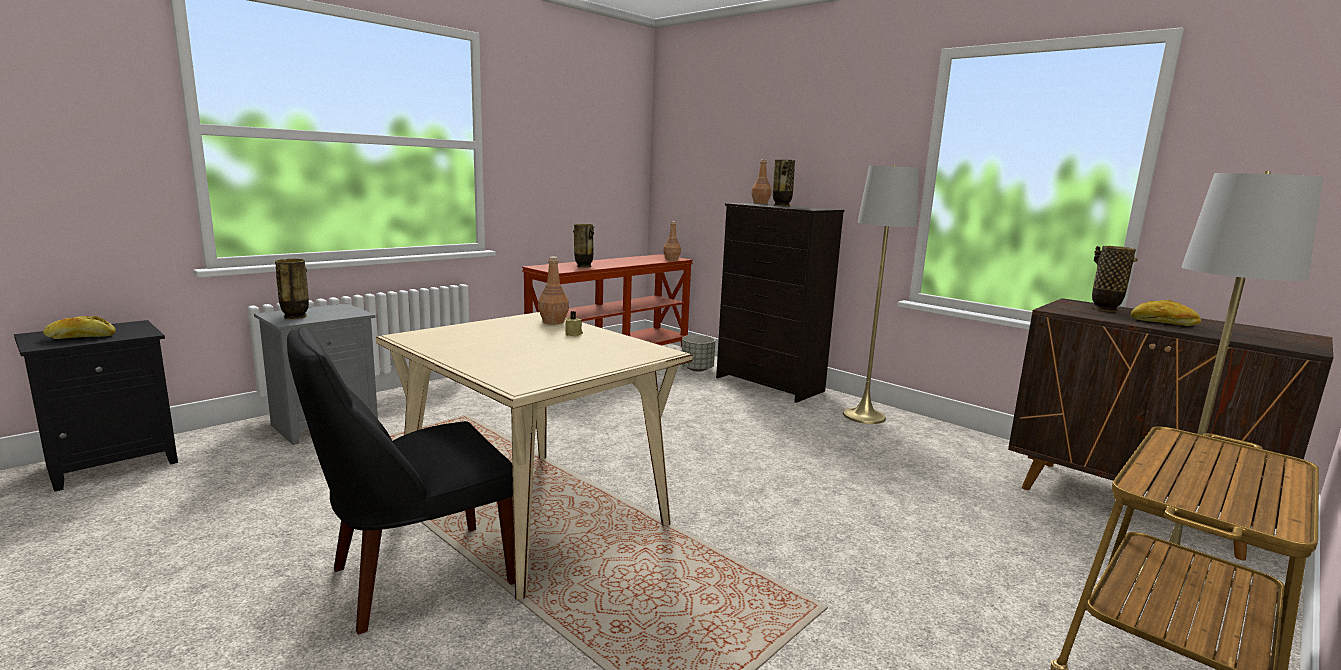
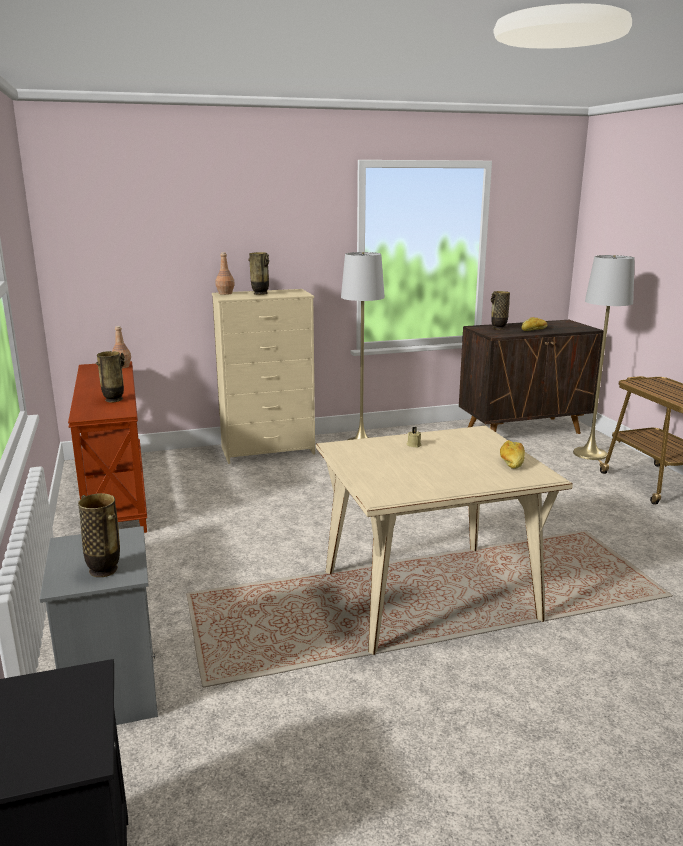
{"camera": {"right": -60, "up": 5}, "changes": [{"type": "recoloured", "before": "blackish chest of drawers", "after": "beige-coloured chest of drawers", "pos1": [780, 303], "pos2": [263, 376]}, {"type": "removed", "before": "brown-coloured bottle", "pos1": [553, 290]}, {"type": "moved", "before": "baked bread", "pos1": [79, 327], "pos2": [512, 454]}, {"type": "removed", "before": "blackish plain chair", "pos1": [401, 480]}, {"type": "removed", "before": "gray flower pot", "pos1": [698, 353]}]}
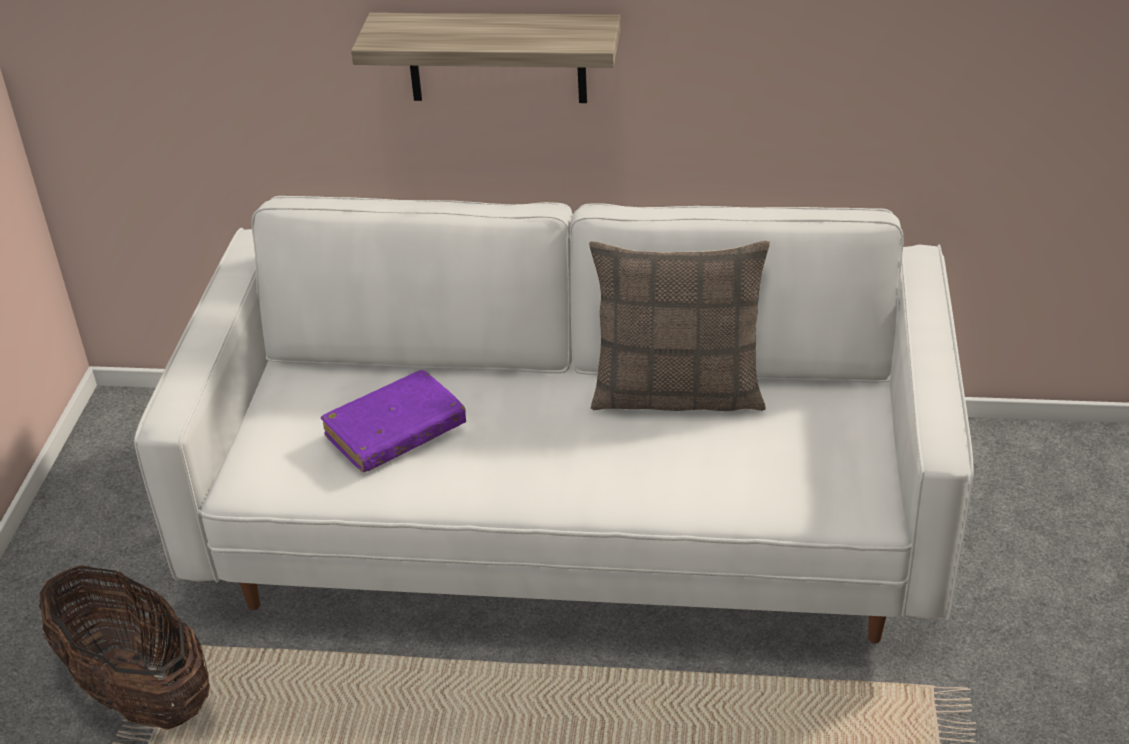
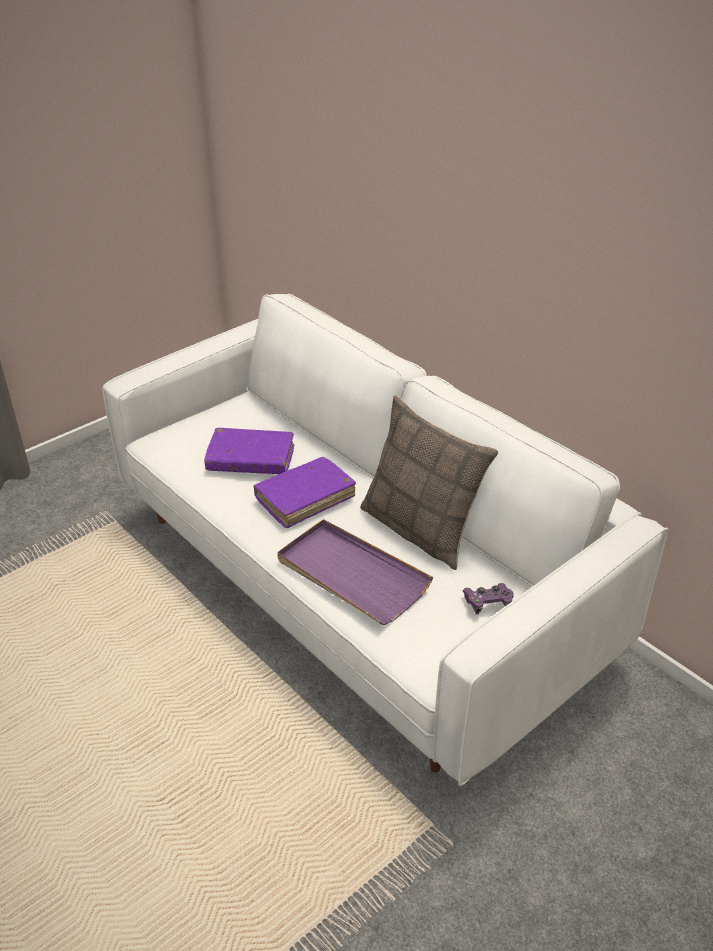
{"camera": {"right": 40, "up": 0}, "changes": [{"type": "removed", "before": "shelf", "pos1": [486, 58]}, {"type": "removed", "before": "storage basket", "pos1": [124, 647]}, {"type": "added", "after": "purple-coloured volume", "pos2": [304, 492]}, {"type": "added", "after": "purple-coloured carrying tray", "pos2": [355, 572]}, {"type": "added", "after": "purple-coloured game controller", "pos2": [488, 598]}]}
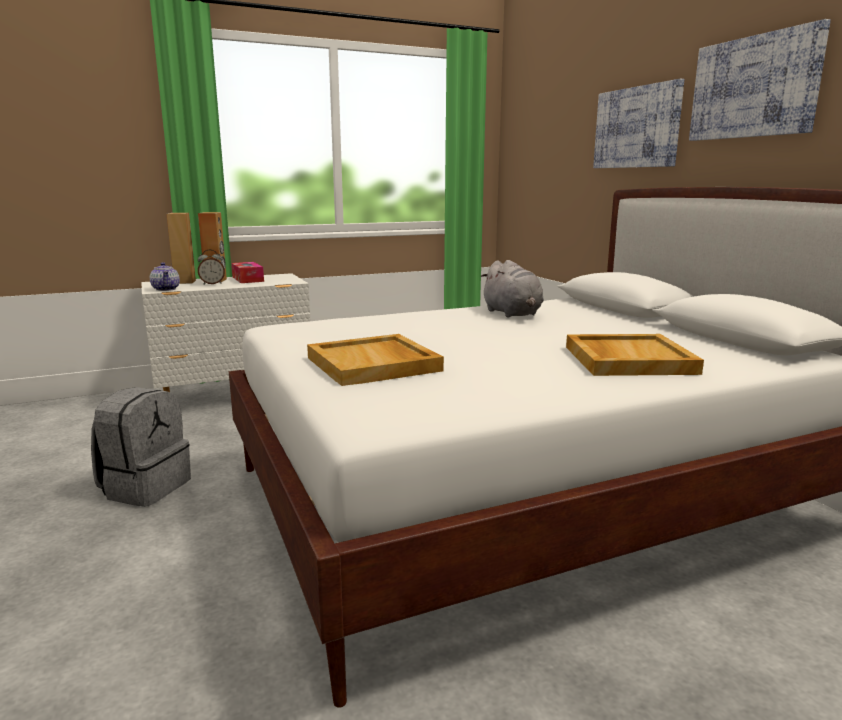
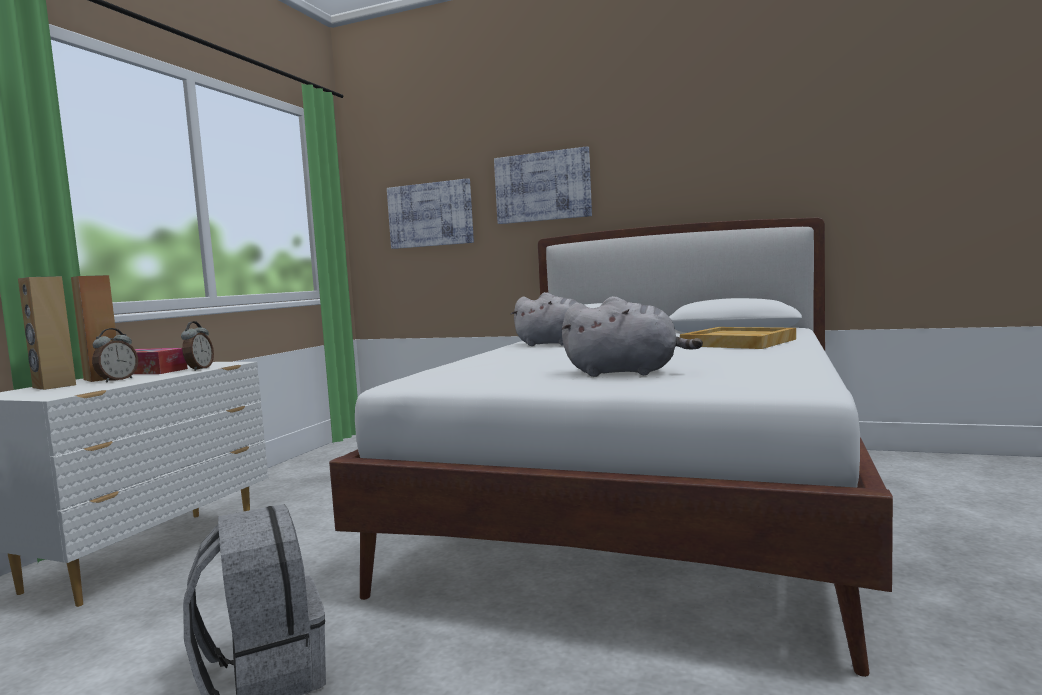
{"camera": {"right": -45, "up": -10}, "changes": [{"type": "moved", "before": "picture", "pos1": [760, 80], "pos2": [430, 213]}, {"type": "removed", "before": "tea pot", "pos1": [165, 276]}, {"type": "replaced", "before": "beige-coloured carrying tray", "after": "gray cuddly toy", "pos1": [375, 360], "pos2": [632, 336]}, {"type": "added", "after": "table clock", "pos2": [197, 346]}]}
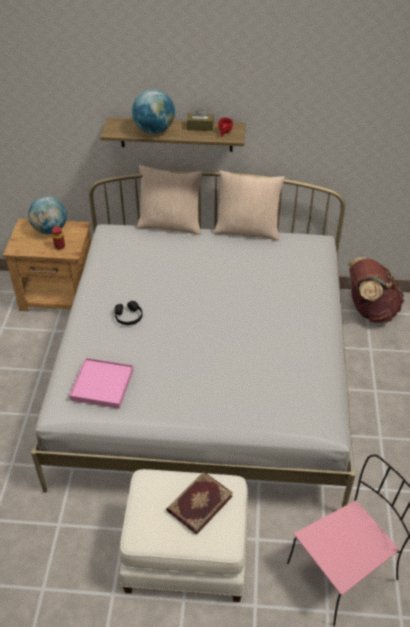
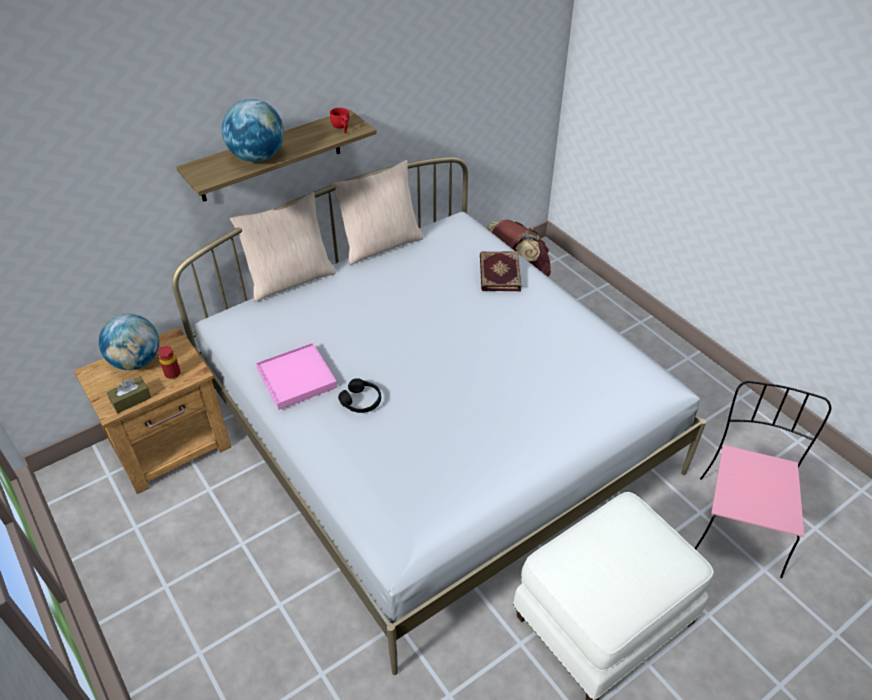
{"camera": {"right": -40, "up": 0}, "changes": [{"type": "moved", "before": "brown-coloured tissue box", "pos1": [200, 119], "pos2": [129, 395]}, {"type": "moved", "before": "pink-coloured carrying tray", "pos1": [101, 383], "pos2": [296, 376]}, {"type": "moved", "before": "volume", "pos1": [199, 503], "pos2": [501, 271]}]}
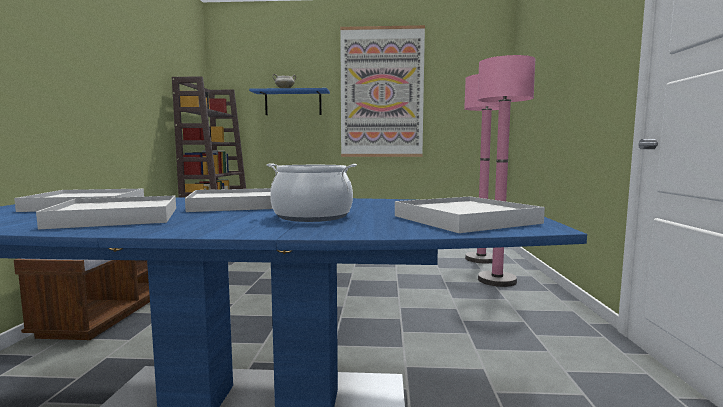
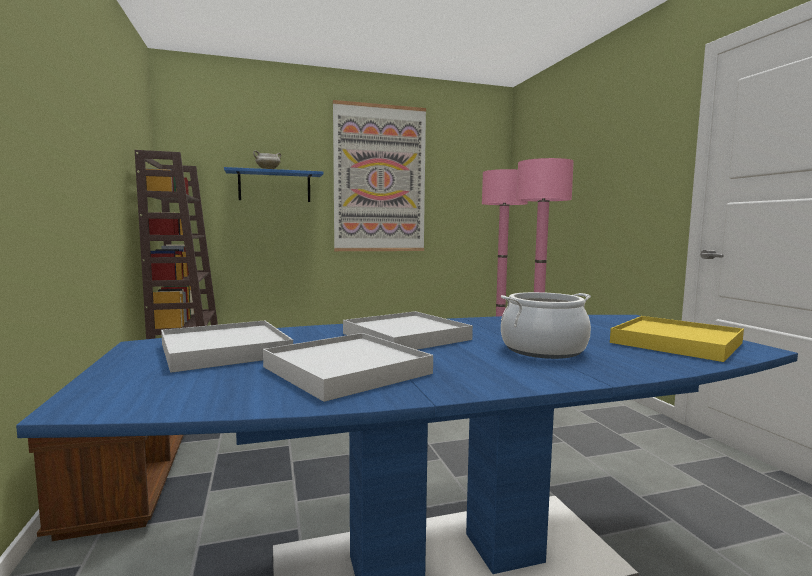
{"camera": {"right": -20, "up": 0}, "changes": [{"type": "recoloured", "before": "whitish carrying tray", "after": "yellowish carrying tray", "pos1": [470, 214], "pos2": [677, 339]}]}
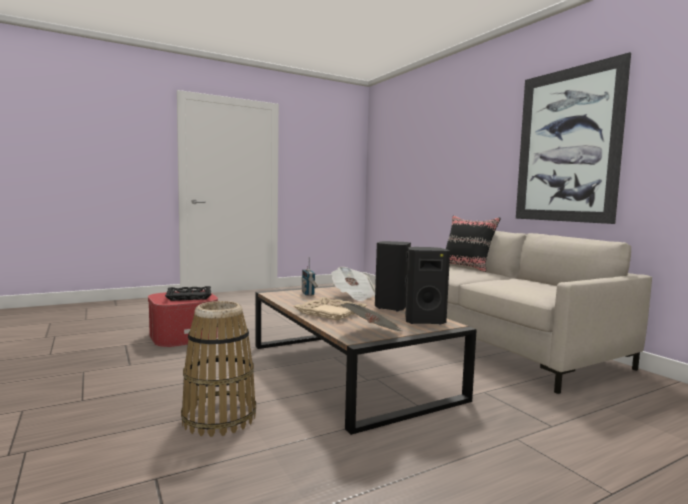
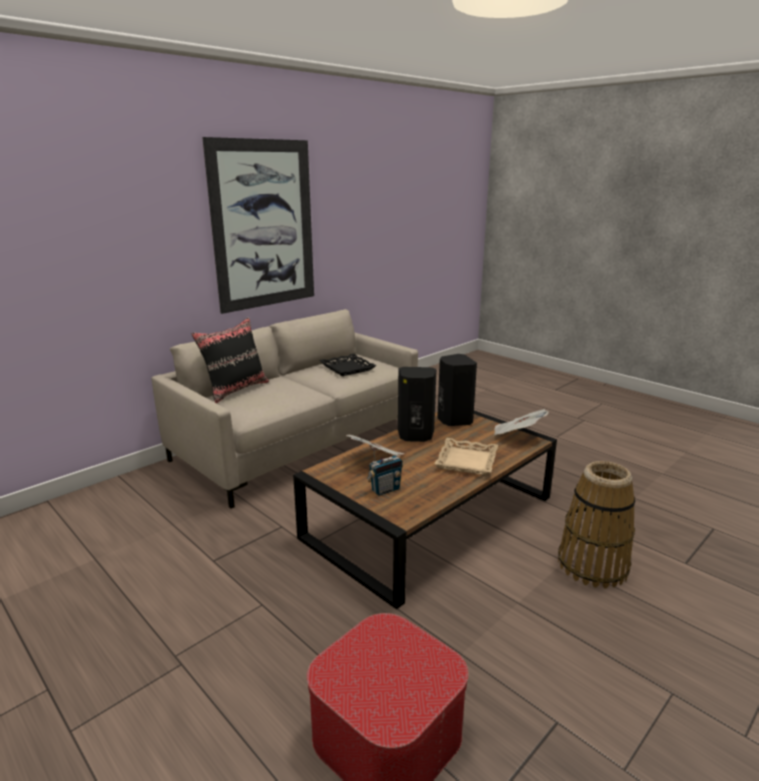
{"camera": {"right": -105, "up": 15}, "changes": [{"type": "moved", "before": "blackish carrying tray", "pos1": [188, 293], "pos2": [347, 365]}]}
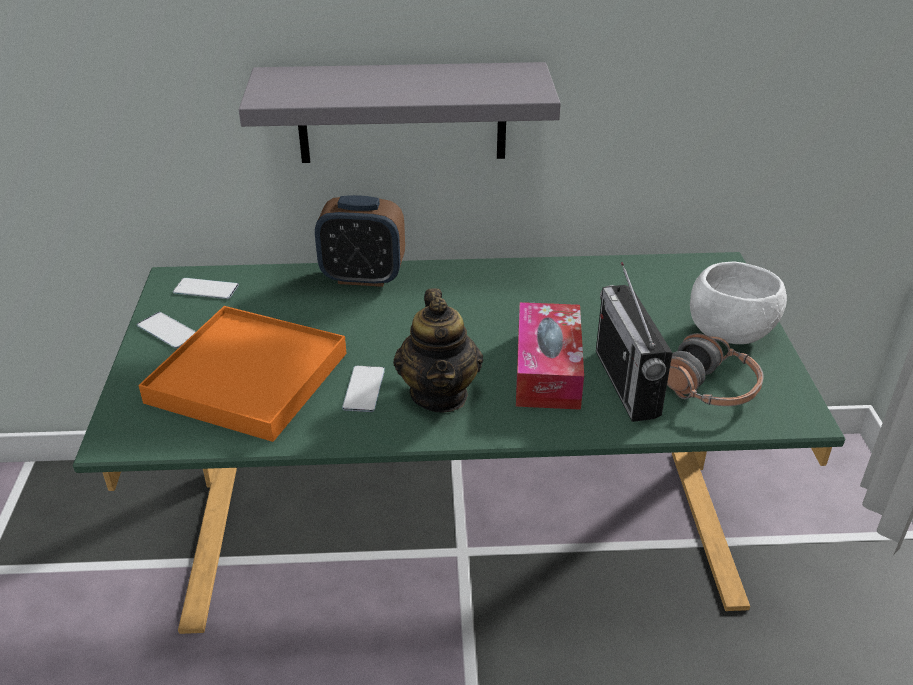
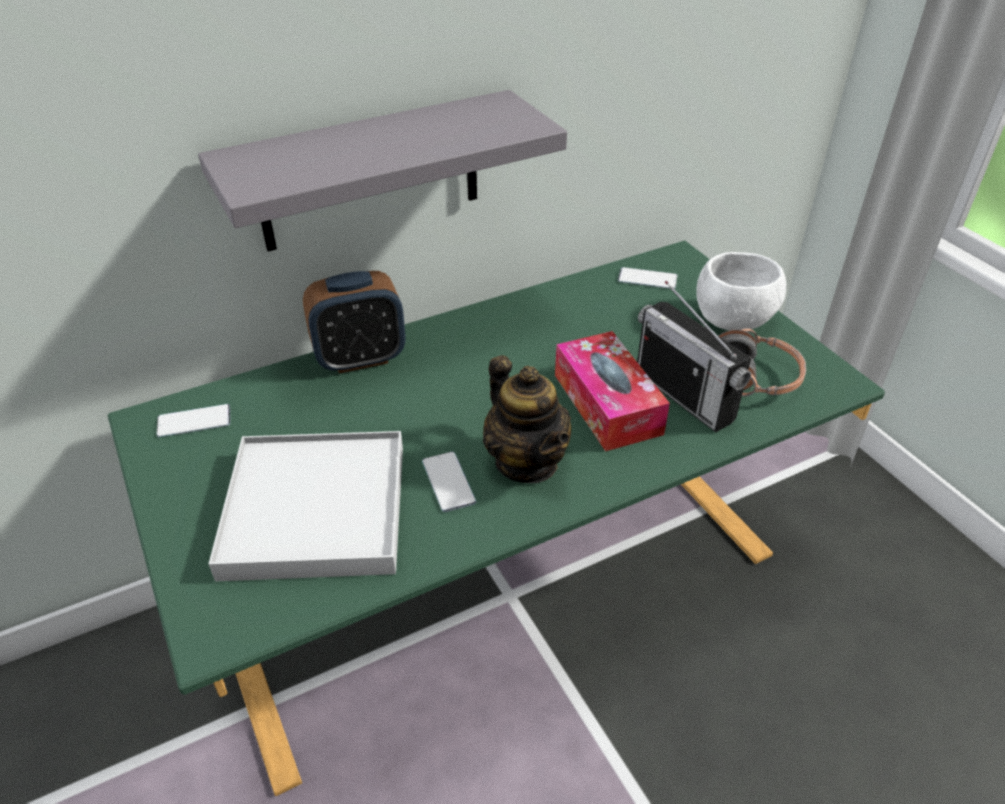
{"camera": {"right": -25, "up": 5}, "changes": [{"type": "recoloured", "before": "orange carrying tray", "after": "whitish carrying tray", "pos1": [242, 374], "pos2": [306, 506]}, {"type": "moved", "before": "phone", "pos1": [166, 330], "pos2": [647, 278]}]}
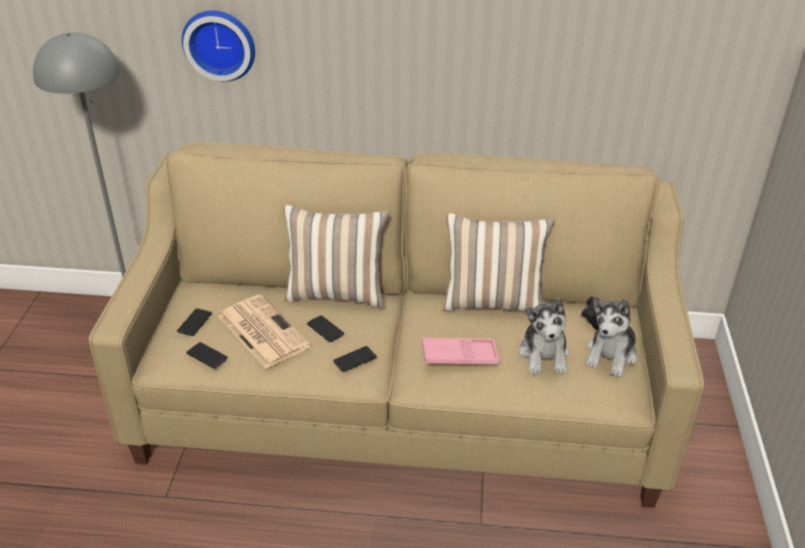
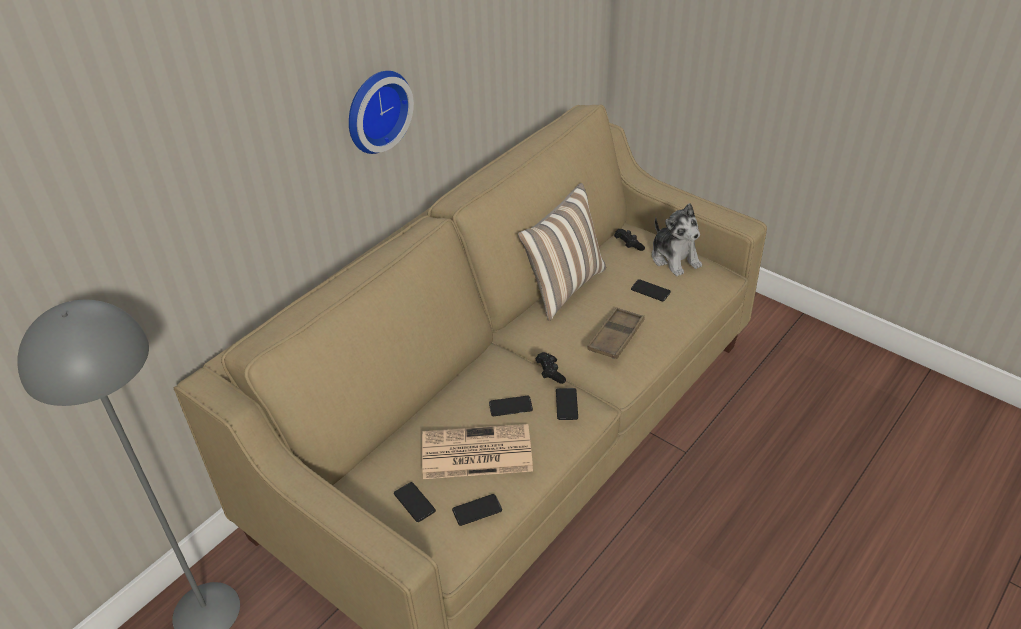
{"camera": {"right": -55, "up": 5}, "changes": [{"type": "moved", "before": "hanging clock", "pos1": [218, 46], "pos2": [381, 112]}, {"type": "removed", "before": "throw pillow", "pos1": [336, 256]}, {"type": "replaced", "before": "cuddly toy", "after": "phone", "pos1": [544, 336], "pos2": [651, 290]}, {"type": "recoloured", "before": "pink-coloured carrying tray", "after": "brown-coloured carrying tray", "pos1": [461, 351], "pos2": [616, 333]}, {"type": "added", "after": "blackish game controller", "pos2": [551, 368]}]}
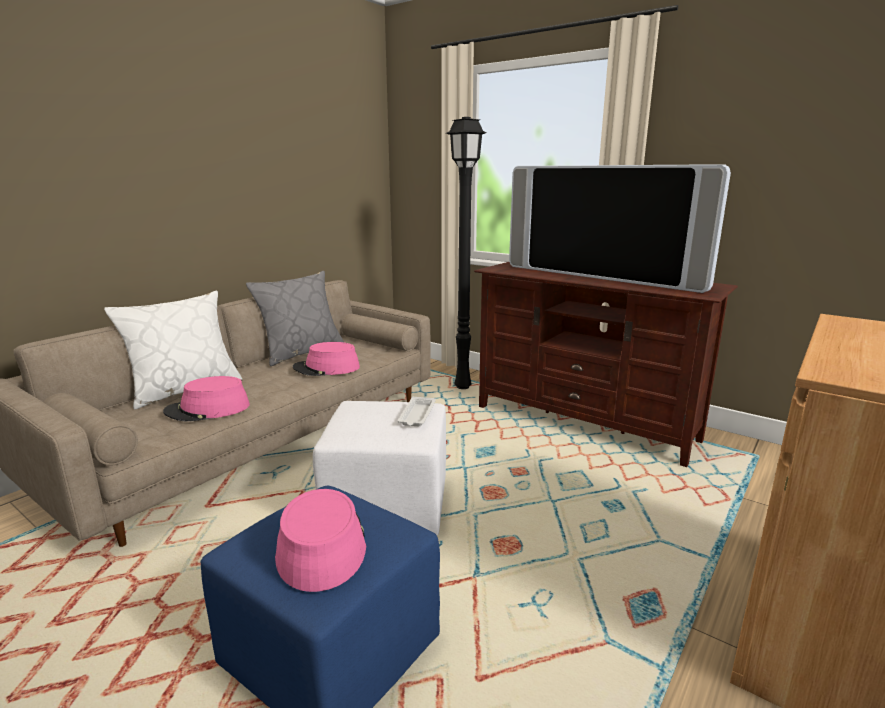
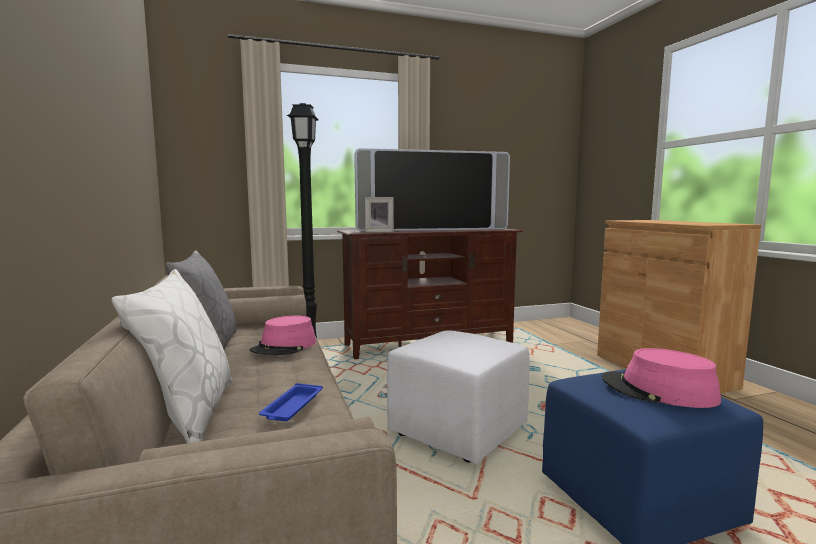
{"camera": {"right": -55, "up": -10}, "changes": [{"type": "replaced", "before": "pink-coloured wearable hat", "after": "bluish carrying tray", "pos1": [206, 398], "pos2": [291, 402]}, {"type": "removed", "before": "whitish carrying tray", "pos1": [417, 411]}, {"type": "added", "after": "photo frame", "pos2": [379, 214]}]}
